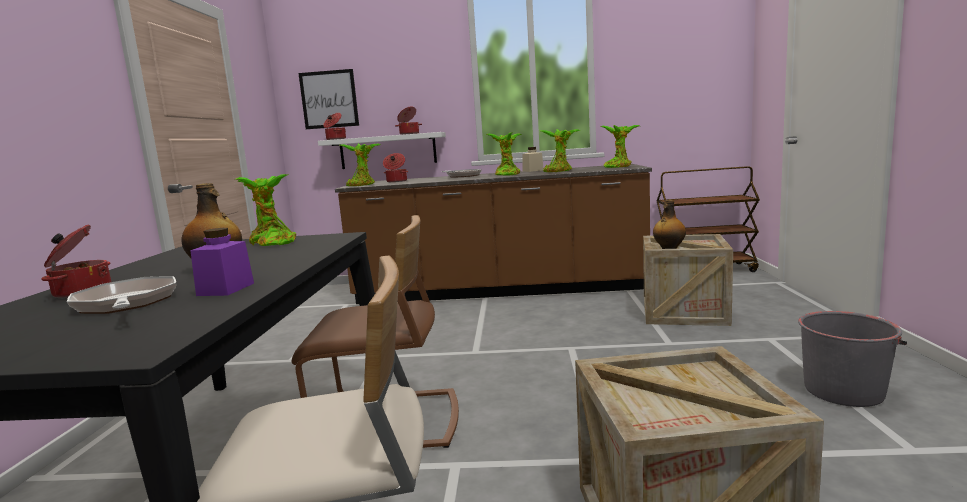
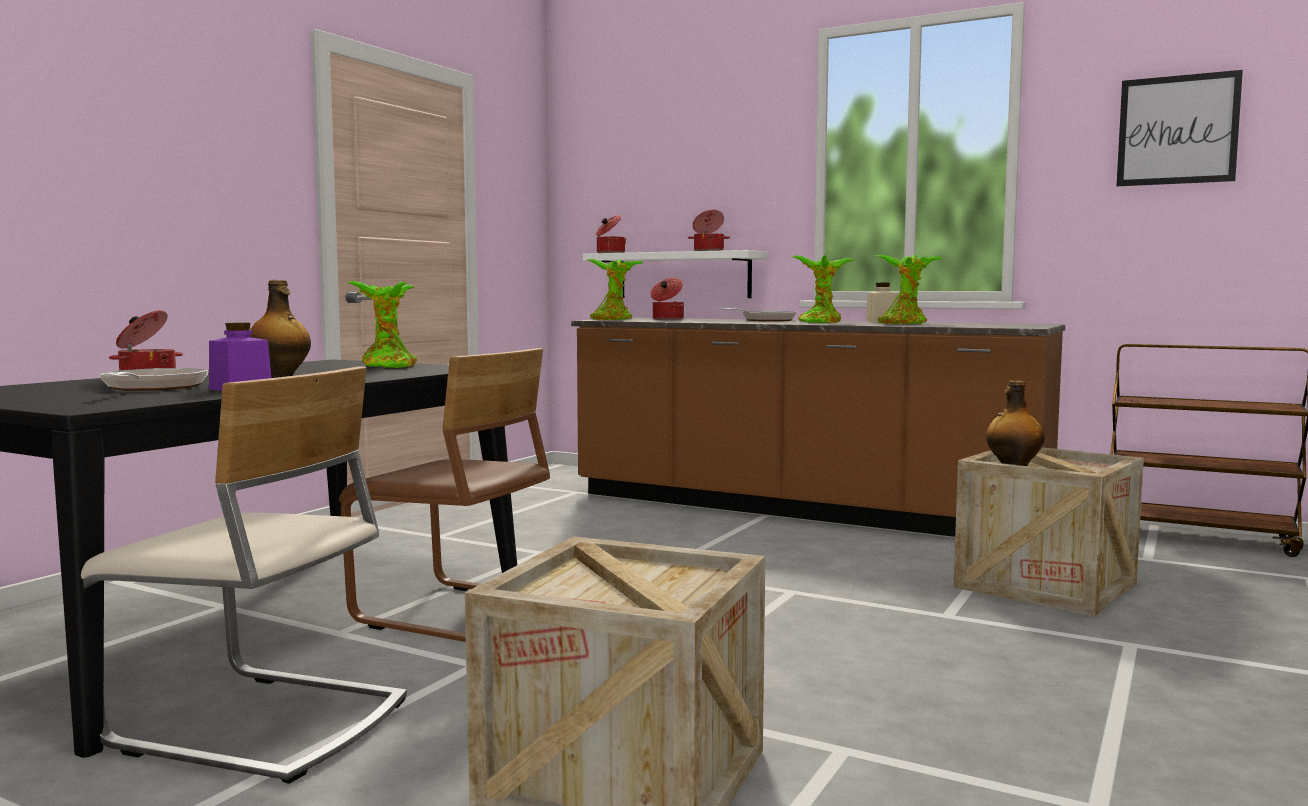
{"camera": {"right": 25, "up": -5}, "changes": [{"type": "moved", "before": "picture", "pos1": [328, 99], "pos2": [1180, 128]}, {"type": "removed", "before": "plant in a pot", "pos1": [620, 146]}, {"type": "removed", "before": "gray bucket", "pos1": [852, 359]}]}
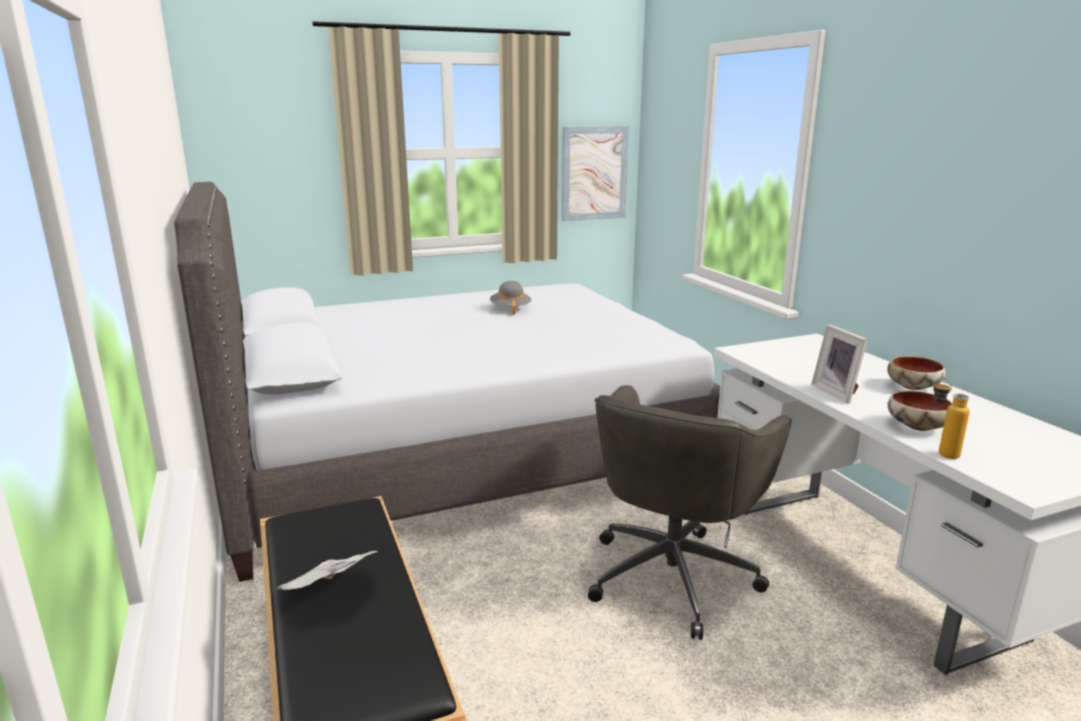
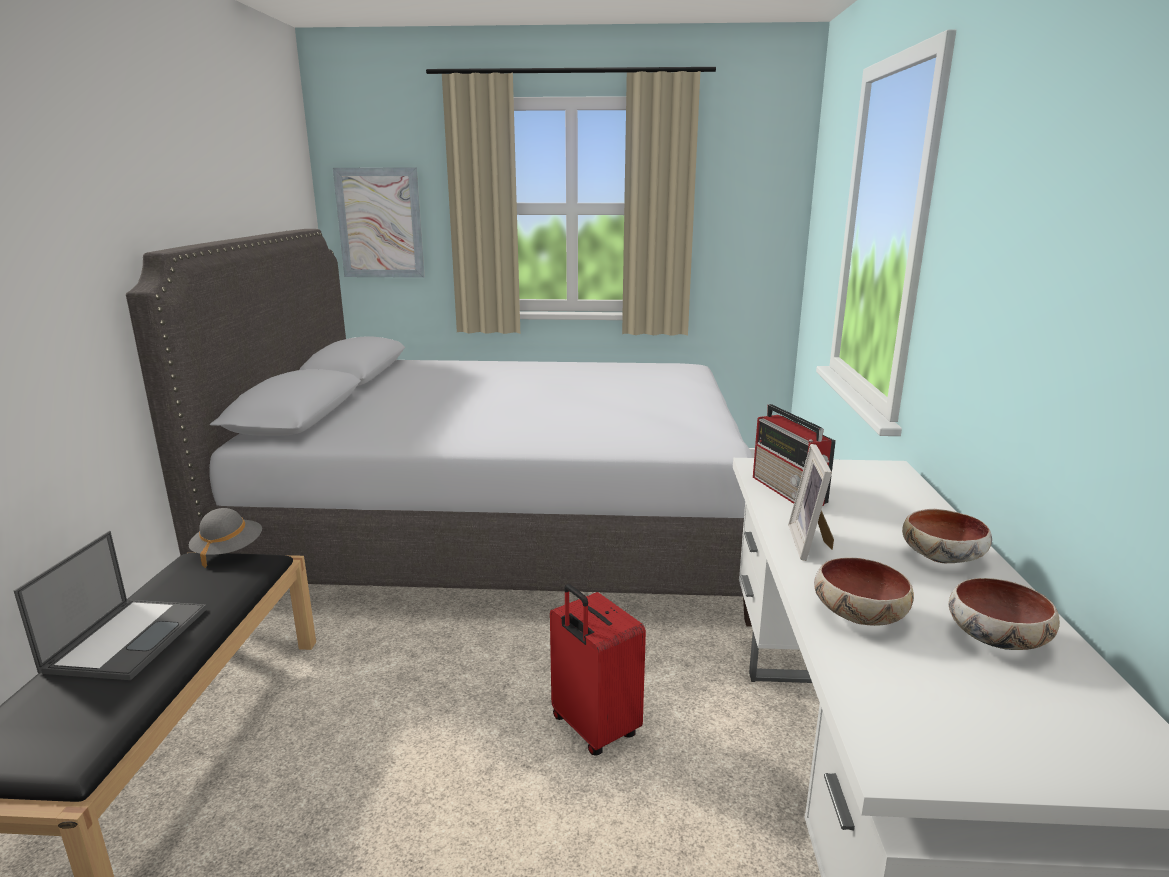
{"camera": {"right": 25, "up": 0}, "changes": [{"type": "moved", "before": "picture", "pos1": [595, 173], "pos2": [379, 223]}, {"type": "moved", "before": "gray wearable hat", "pos1": [510, 298], "pos2": [225, 538]}, {"type": "removed", "before": "bottle", "pos1": [951, 418]}, {"type": "replaced", "before": "gray desk chair", "after": "reddish suitcase", "pos1": [690, 512], "pos2": [598, 670]}, {"type": "replaced", "before": "printed paper", "after": "laptop", "pos1": [327, 570], "pos2": [110, 605]}, {"type": "added", "after": "radio receiver", "pos2": [794, 455]}, {"type": "added", "after": "serving bowl", "pos2": [1004, 614]}]}
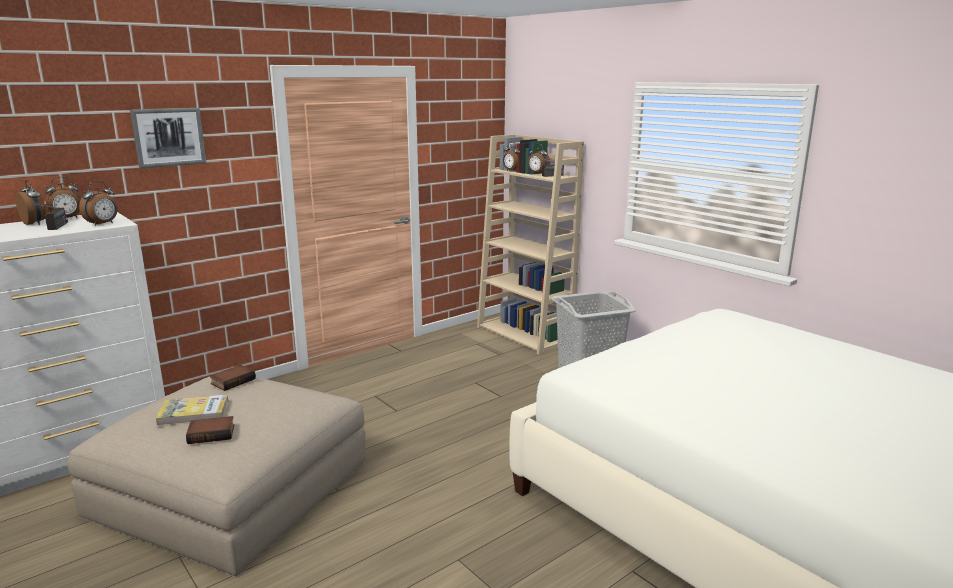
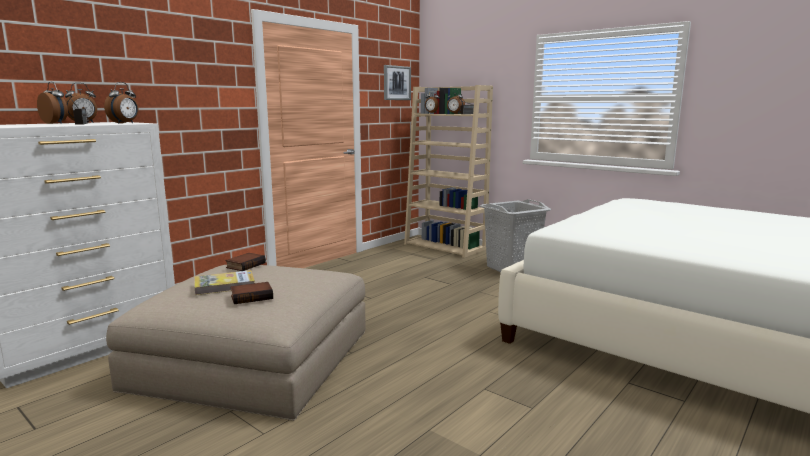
{"camera": {"right": -10, "up": -5}, "changes": [{"type": "moved", "before": "picture", "pos1": [168, 138], "pos2": [397, 82]}]}
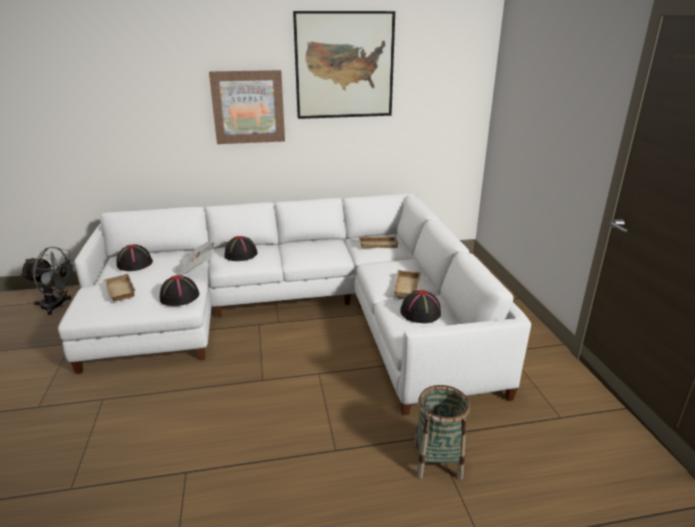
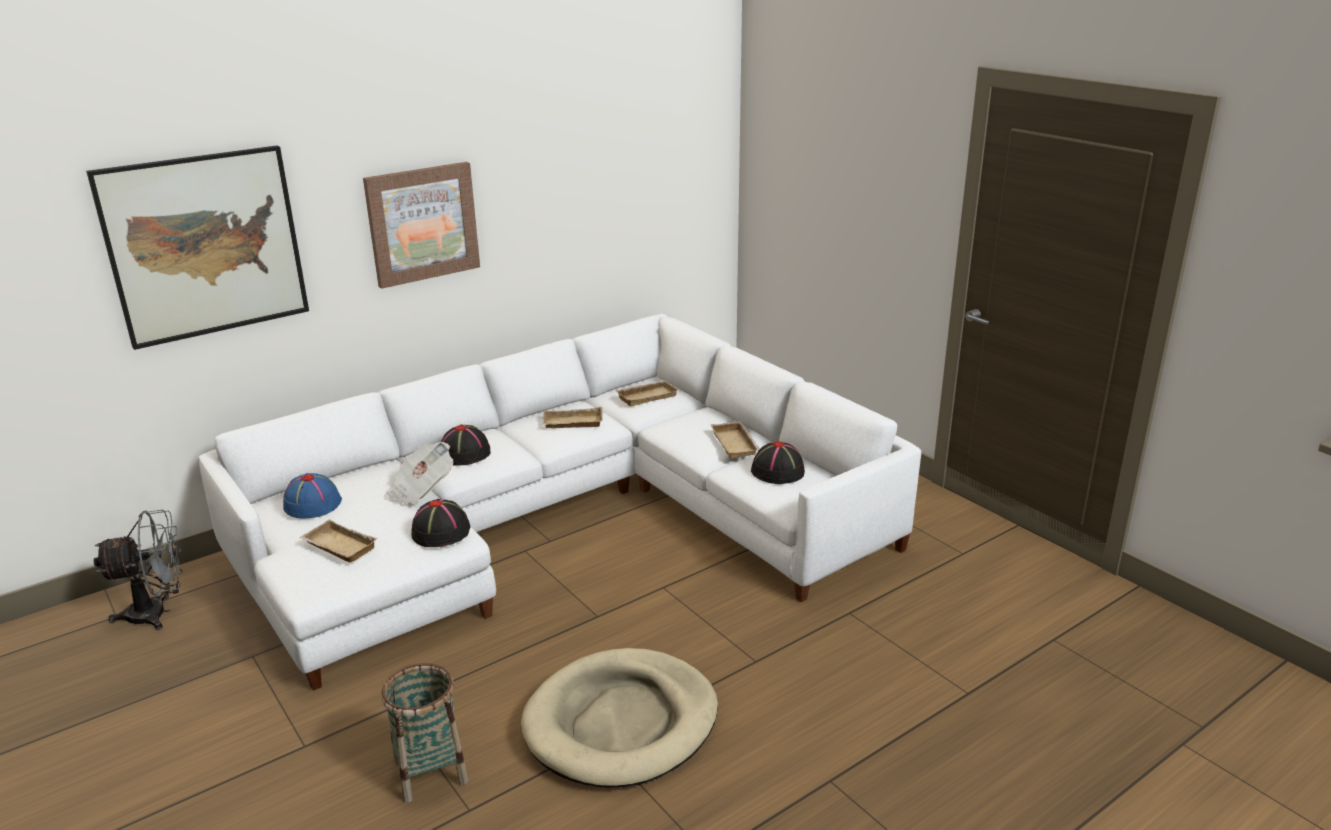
{"camera": {"right": -25, "up": 0}, "changes": [{"type": "moved", "before": "picture", "pos1": [344, 65], "pos2": [197, 247]}, {"type": "recoloured", "before": "blackish wearable hat", "after": "bluish wearable hat", "pos1": [134, 257], "pos2": [312, 495]}, {"type": "moved", "before": "storage basket", "pos1": [442, 432], "pos2": [425, 733]}, {"type": "added", "after": "beige-coloured carrying tray", "pos2": [572, 417]}, {"type": "added", "after": "beige-coloured pet bed", "pos2": [619, 718]}]}
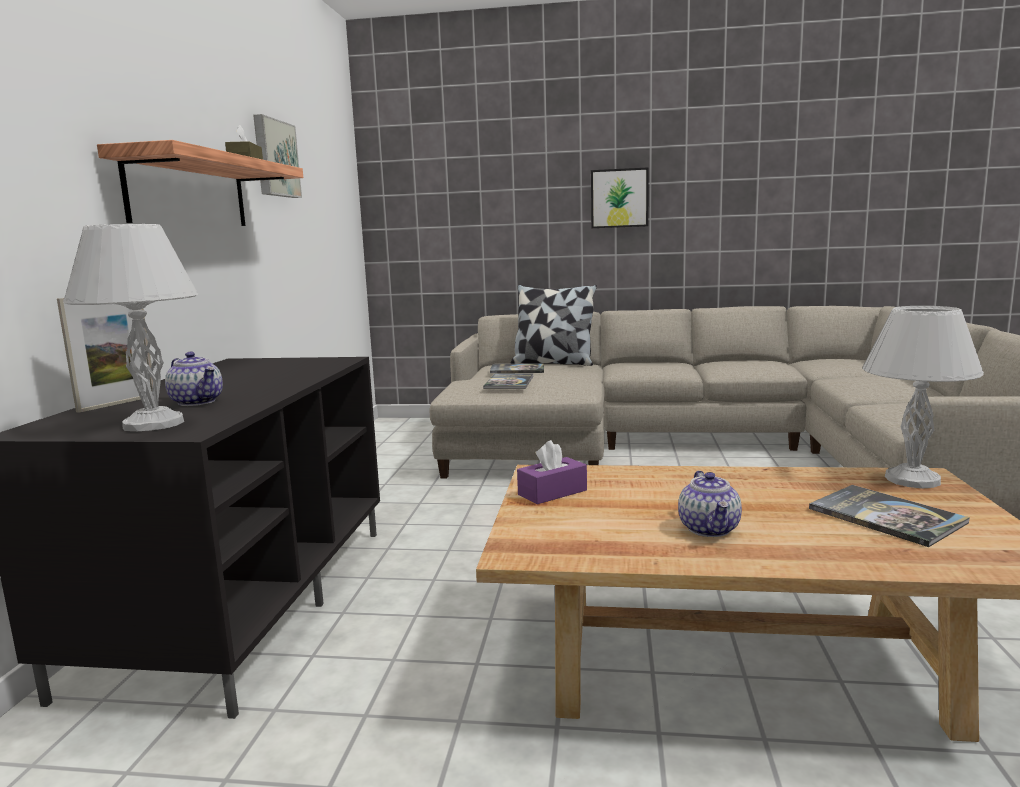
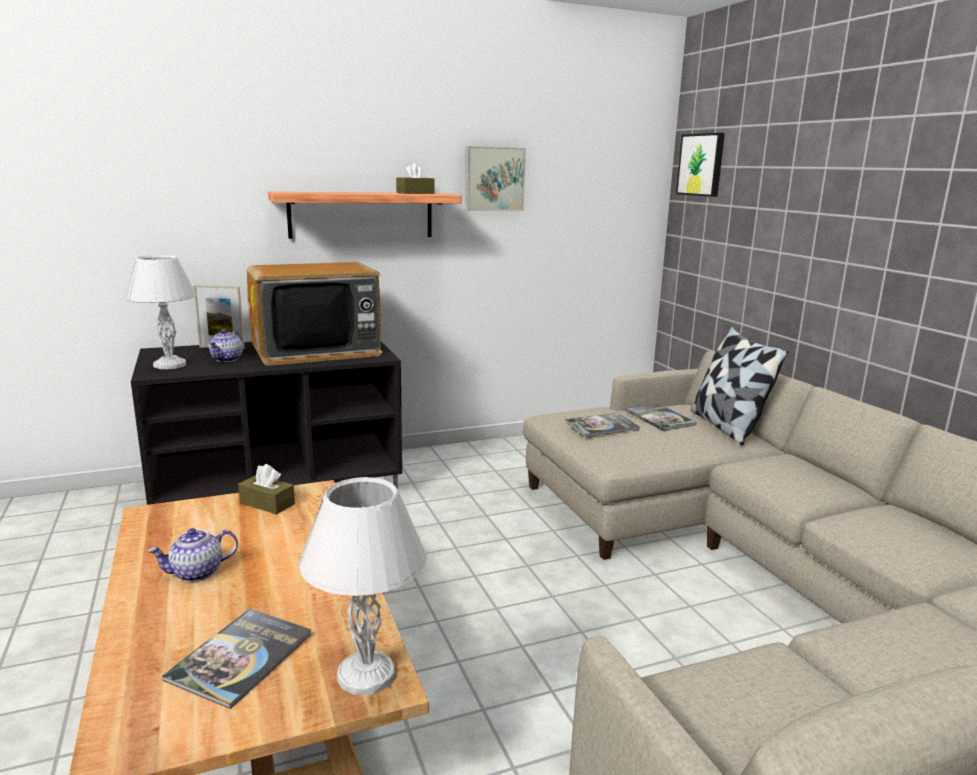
{"camera": {"right": 60, "up": 5}, "changes": [{"type": "moved", "before": "picture", "pos1": [620, 197], "pos2": [700, 165]}, {"type": "recoloured", "before": "purple-coloured tissue box", "after": "brown-coloured tissue box", "pos1": [552, 472], "pos2": [266, 489]}, {"type": "added", "after": "TV set", "pos2": [315, 314]}]}
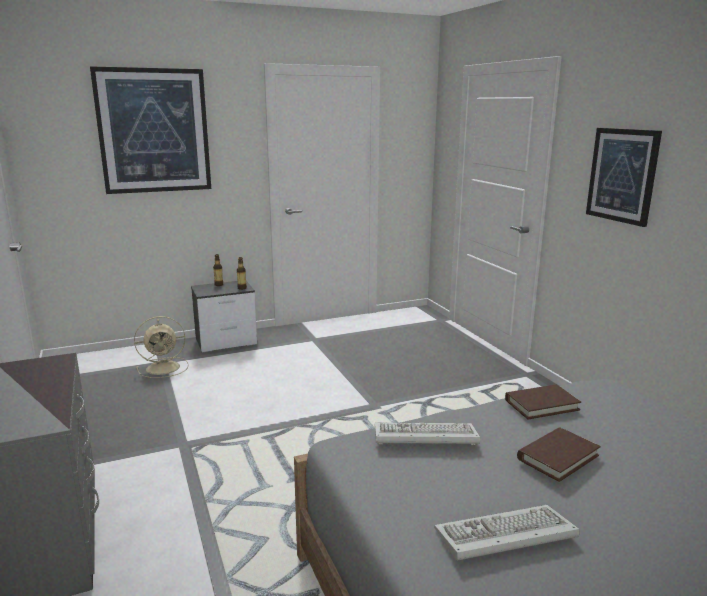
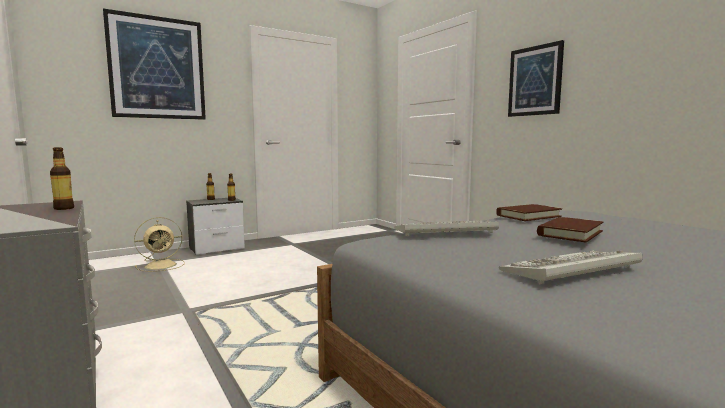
{"camera": {"right": -10, "up": -10}, "changes": [{"type": "added", "after": "bottle", "pos2": [62, 178]}]}
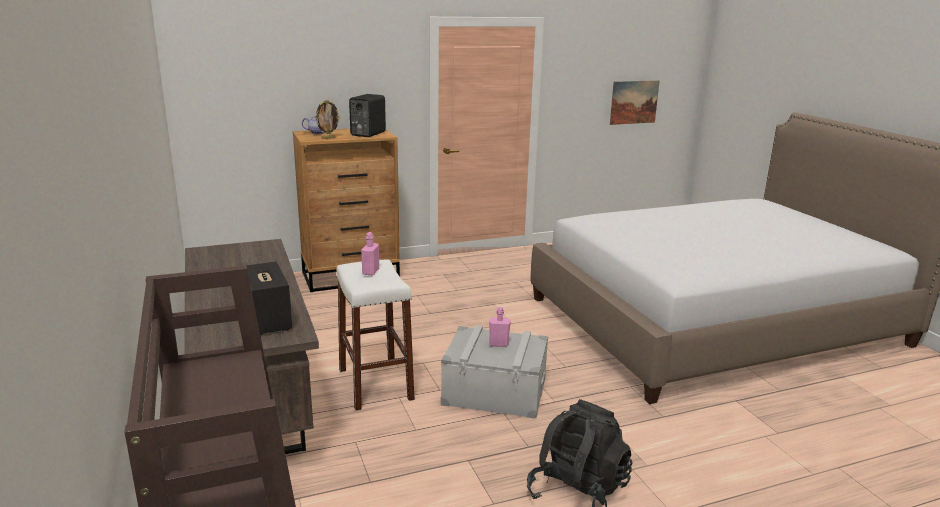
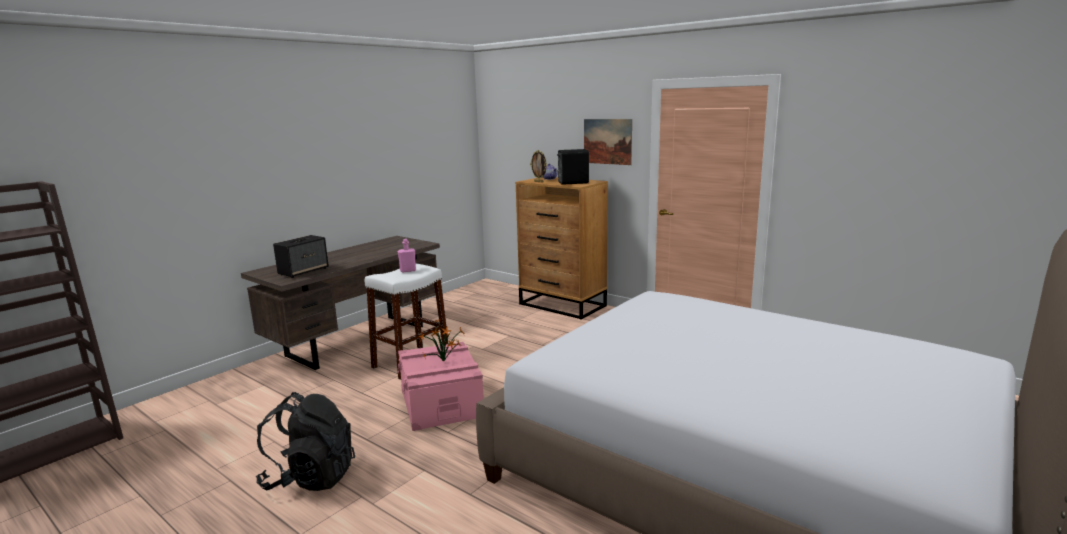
{"camera": {"right": 60, "up": -5}, "changes": [{"type": "moved", "before": "picture", "pos1": [635, 102], "pos2": [608, 142]}, {"type": "replaced", "before": "pink-coloured bottle", "after": "plant in a pot", "pos1": [500, 327], "pos2": [442, 339]}, {"type": "recoloured", "before": "gray storage box", "after": "pink-coloured storage box", "pos1": [494, 372], "pos2": [441, 386]}]}
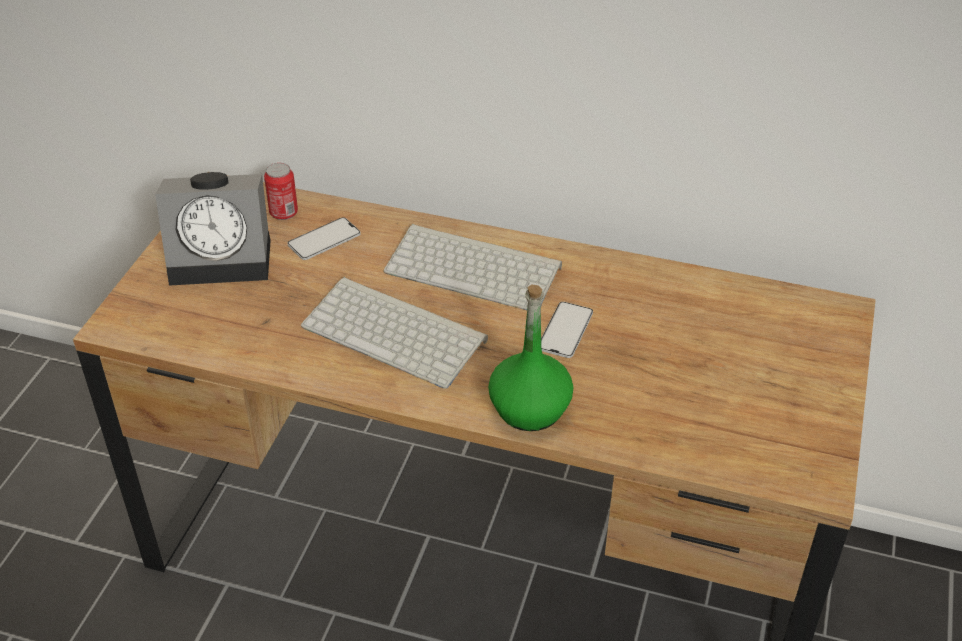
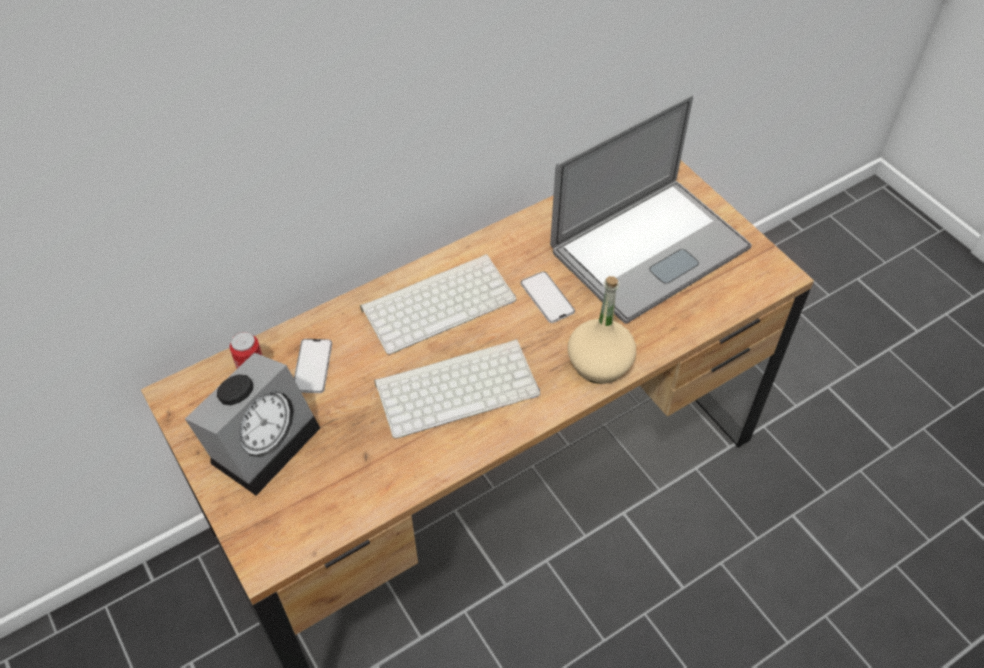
{"camera": {"right": -50, "up": 10}, "changes": [{"type": "recoloured", "before": "green-coloured bottle", "after": "beige-coloured bottle", "pos1": [530, 357], "pos2": [602, 330]}, {"type": "added", "after": "laptop", "pos2": [651, 209]}]}
